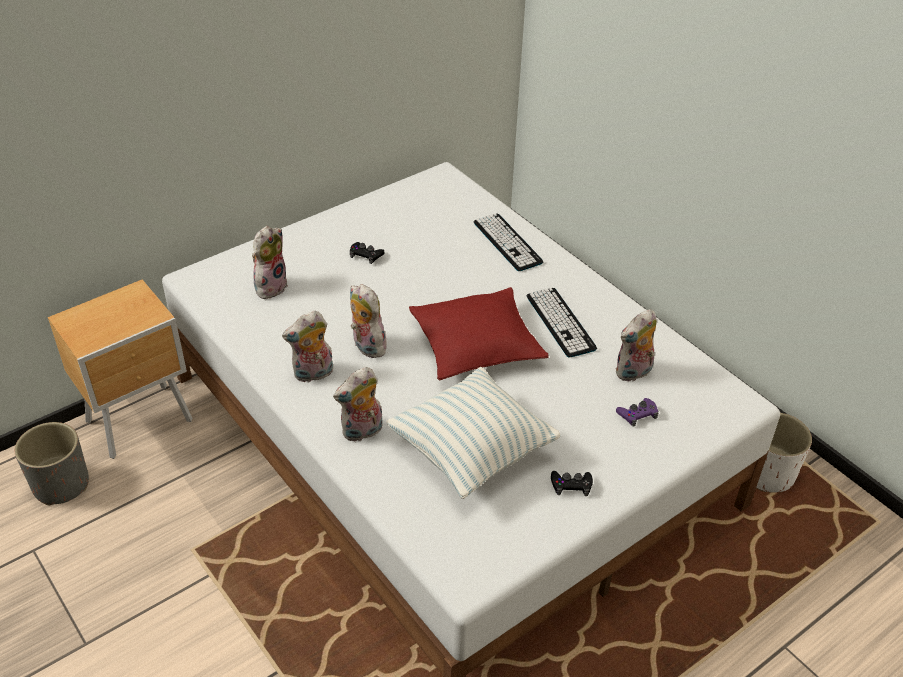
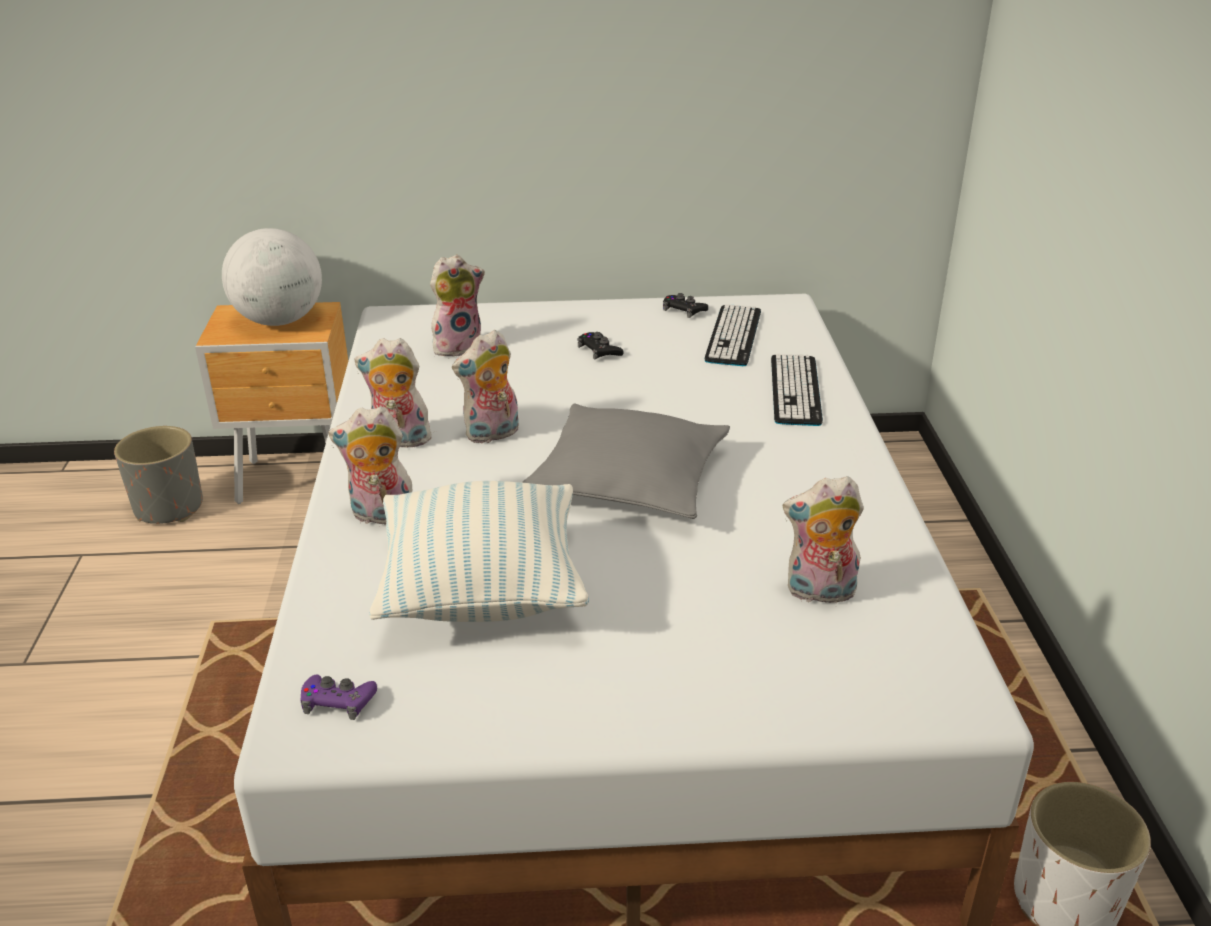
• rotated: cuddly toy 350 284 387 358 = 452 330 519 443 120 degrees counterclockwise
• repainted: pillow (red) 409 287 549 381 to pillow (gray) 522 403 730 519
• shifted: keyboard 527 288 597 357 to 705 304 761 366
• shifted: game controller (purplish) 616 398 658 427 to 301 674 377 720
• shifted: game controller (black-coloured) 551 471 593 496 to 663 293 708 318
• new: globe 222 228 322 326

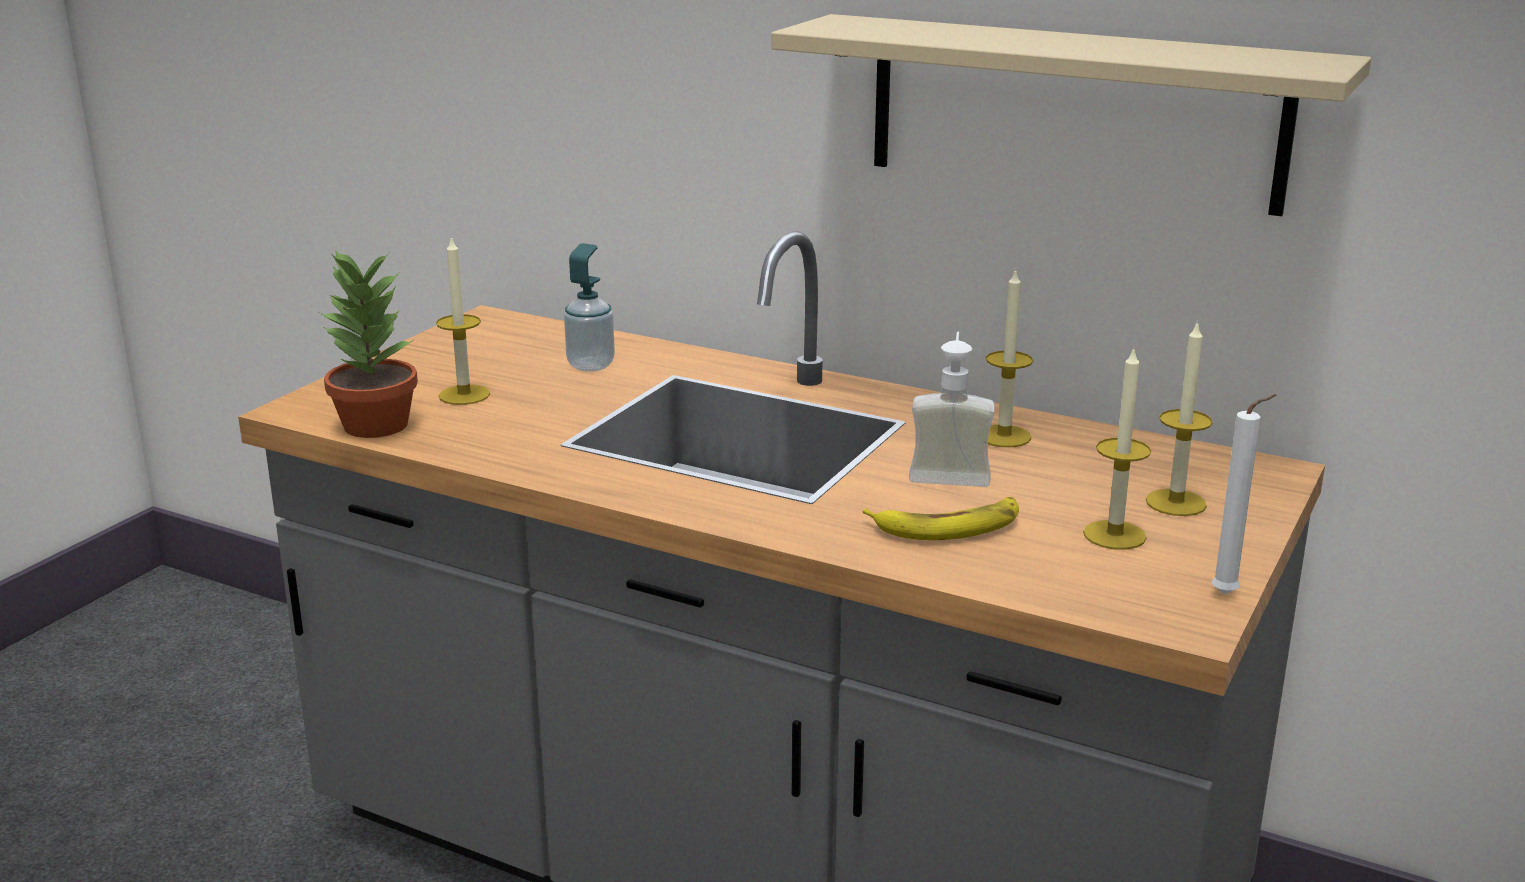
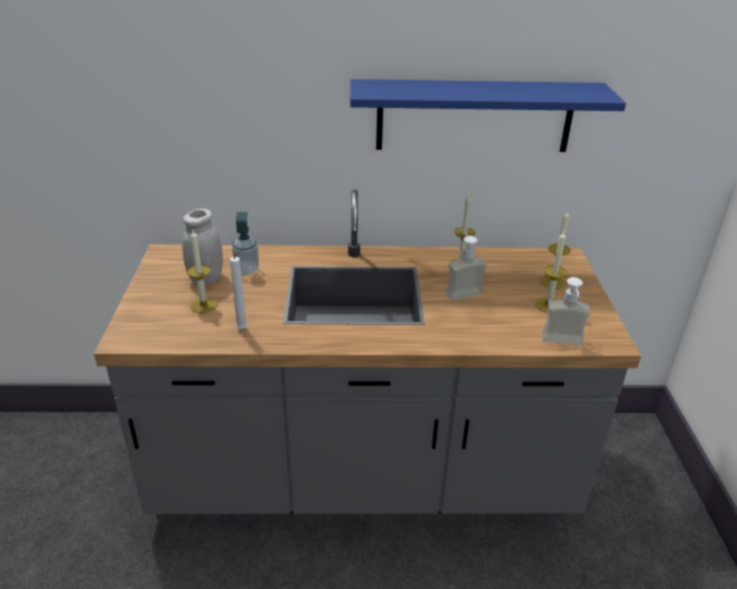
• repainted: wall shelf (beige) 771 14 1371 216 to wall shelf (bluish) 350 79 626 152
• gone: houseplant 319 249 418 438
• shifted: candle (white-coloured) 1212 394 1276 594 to 230 248 247 329
• gone: whole banana 863 497 1019 540
• new: preserve jar (white-coloured) 182 209 223 285
• new: soap bottle 542 277 590 345

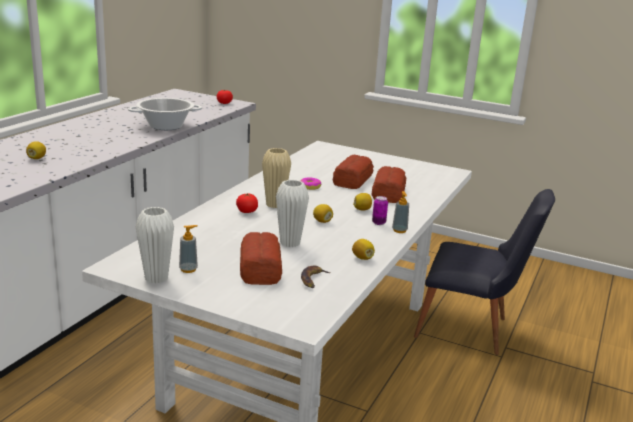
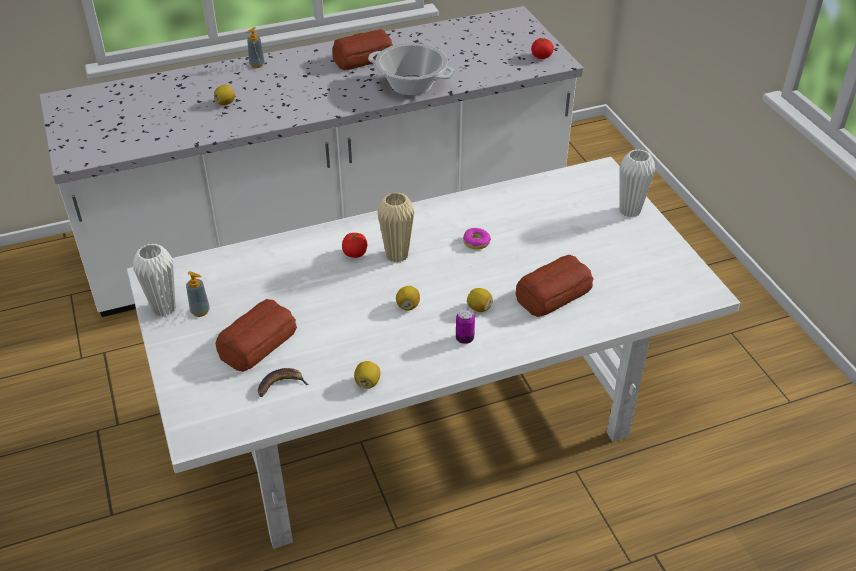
• shifted: baked bread 333 155 374 189 to 333 29 393 70
• shifted: decorative vase (white-coloured) 276 180 309 247 to 619 149 655 218
• gone: upright chair (black-coloured) 414 189 555 355
• shifted: soap bottle 392 191 409 233 to 247 27 265 68

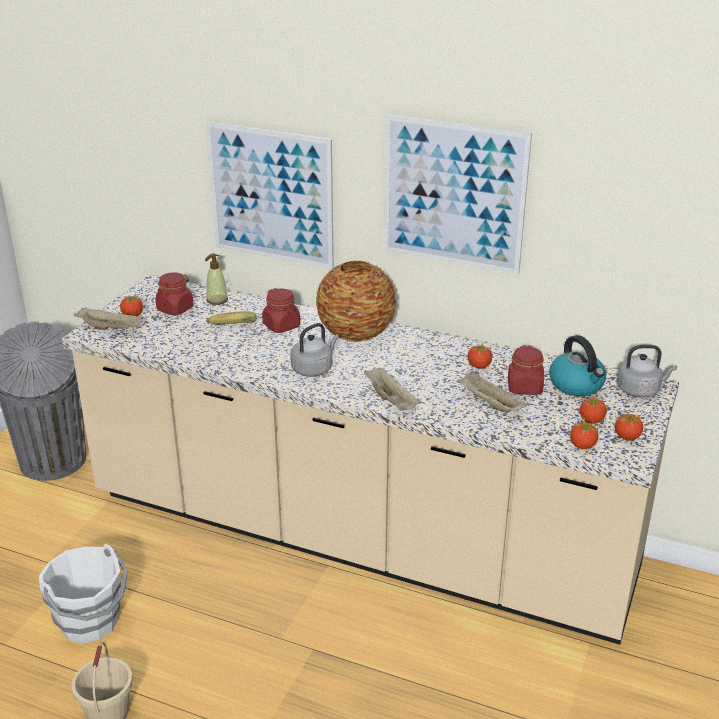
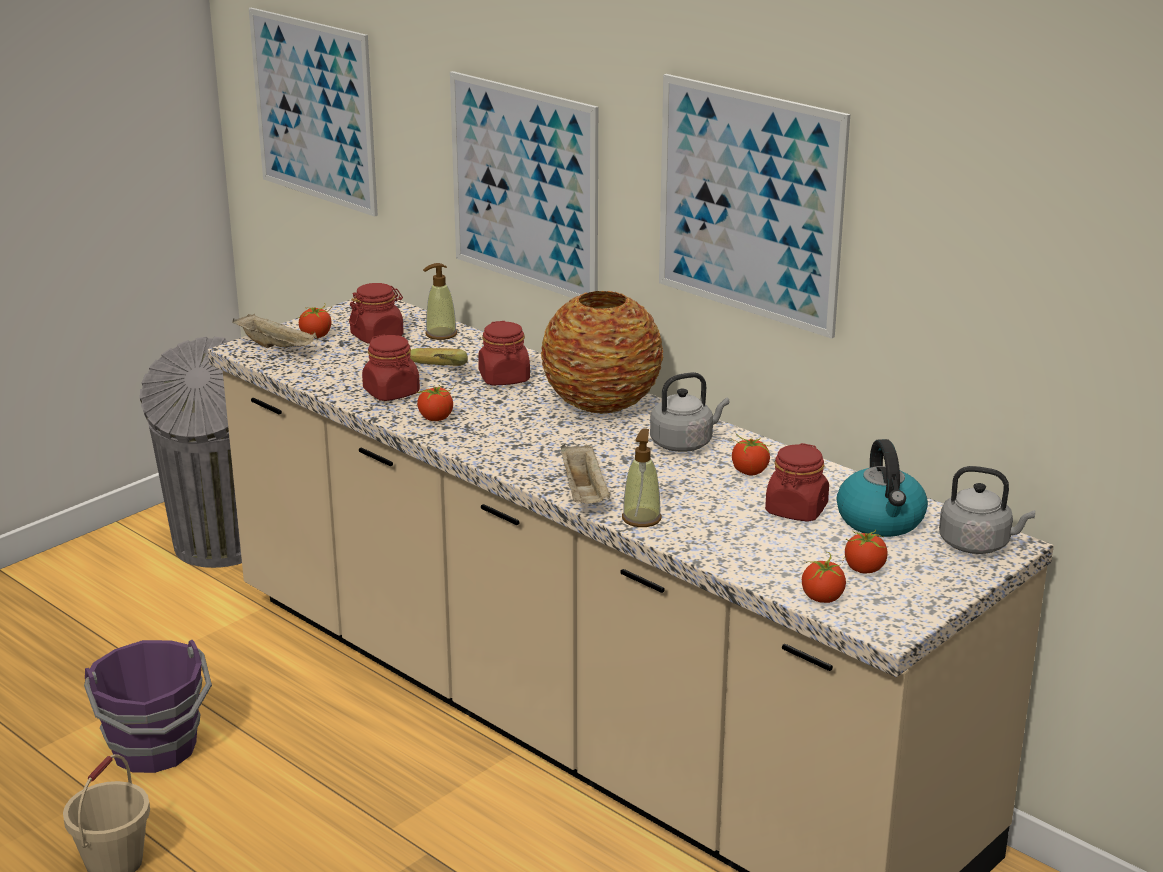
• shifted: water kettle (gray) 290 323 339 377 to 650 372 729 452
• gone: serving tray (beige) 457 371 528 412
• shifted: tomato 615 411 647 441 to 417 385 454 421
• repainted: bucket (white-coloured) 39 544 128 644 to bucket (purplish) 84 640 212 773
• new: wall picture 249 8 378 217
• new: preserve jar (red) 362 334 420 401
• new: soap bottle 622 429 662 527

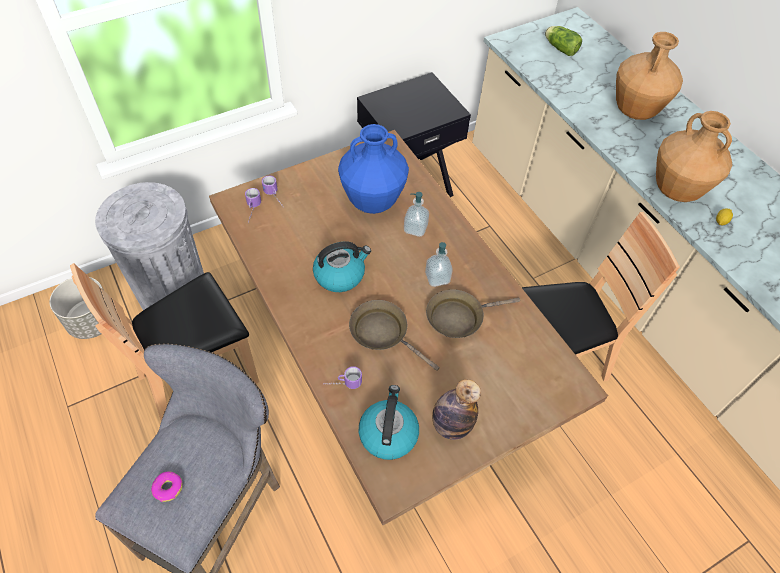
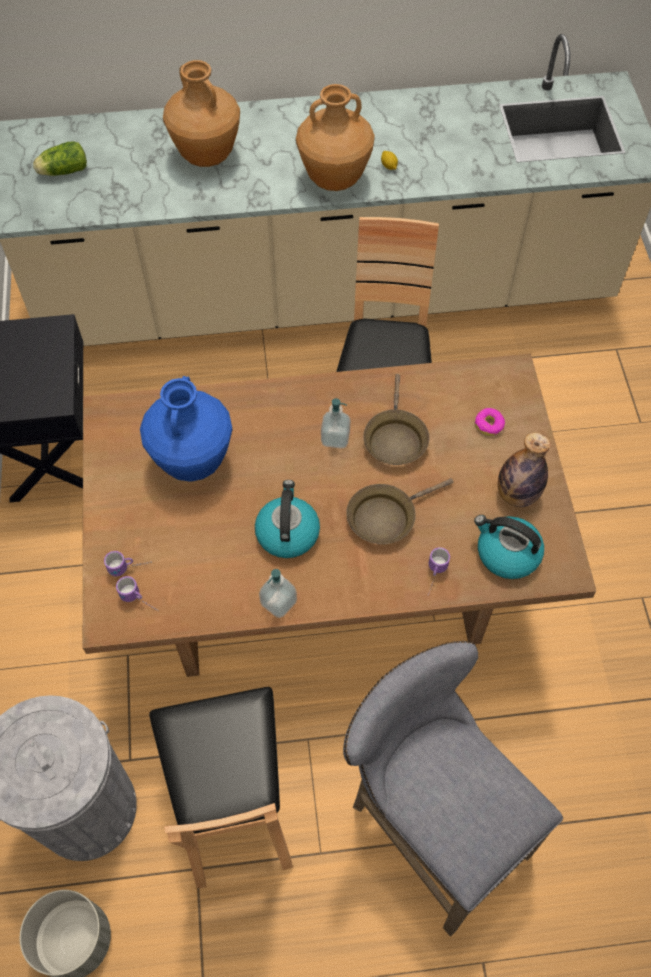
• shifted: soap bottle 404 192 429 237 to 259 569 297 618
• shifted: donut 151 472 182 502 to 475 408 505 436

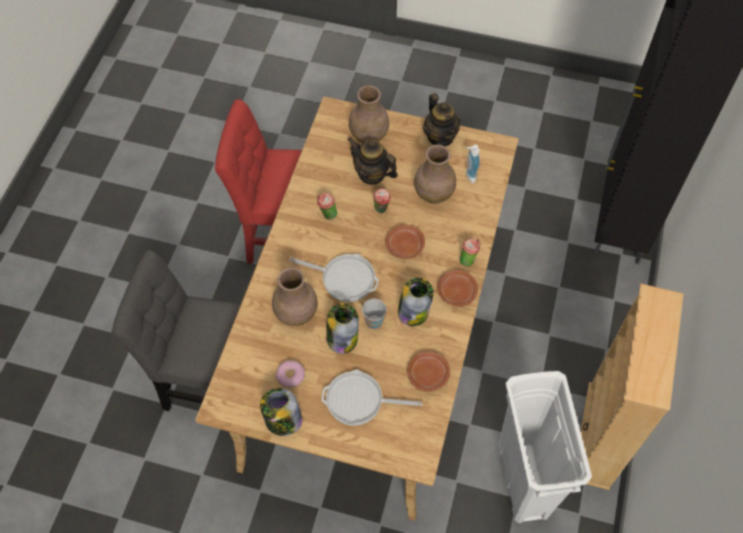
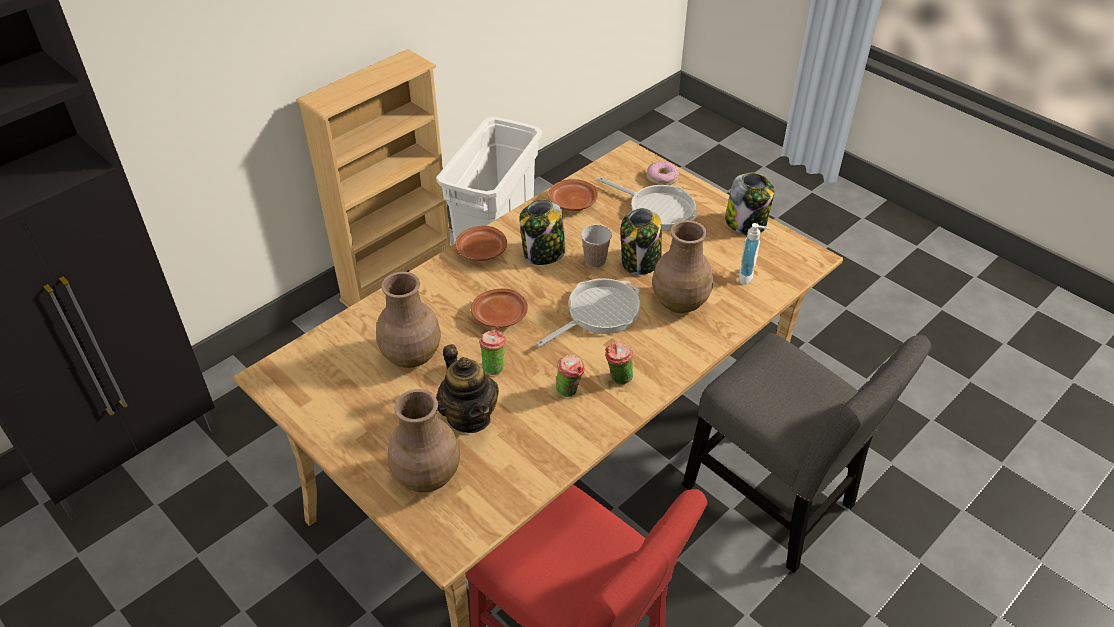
• gone: pot for tea 423 93 461 147
• shifted: soap bottle 466 145 480 183 to 739 223 770 285
• shifted: small cup 460 239 481 267 to 605 342 633 384
• rotated: skillet 289 254 379 302 = 536 278 640 347 90 degrees clockwise
• shifted: donut 276 360 305 388 to 647 161 679 185

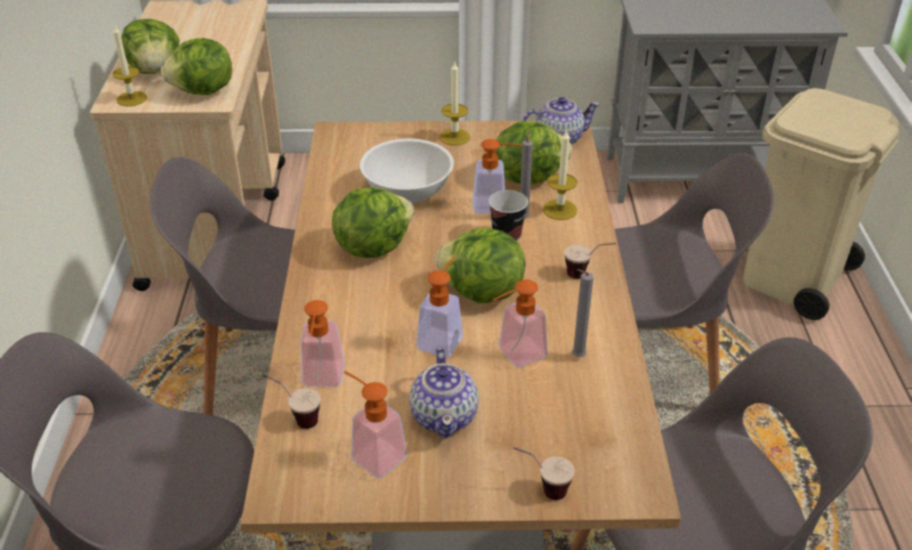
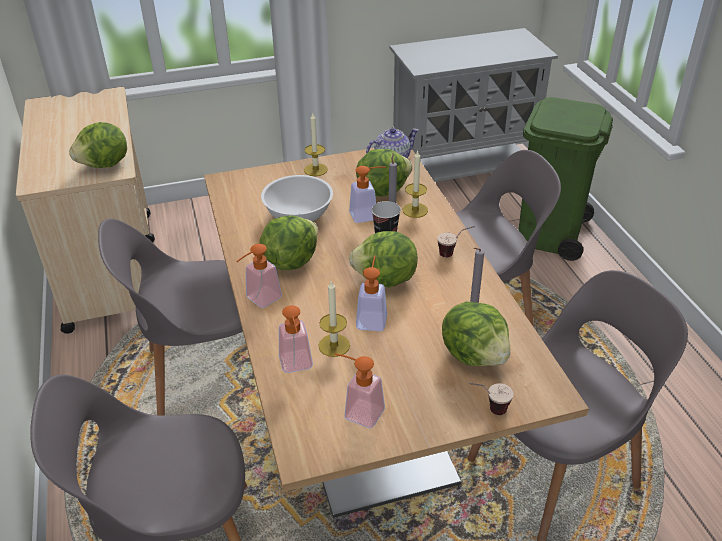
• shifted: head of lettuce 121 19 180 74 to 442 302 510 366
• shifted: candle 113 25 147 106 to 318 280 350 357
• repainted: waste bin (beige) 743 88 900 320 to waste bin (green) 519 97 613 261
• shifted: soap bottle 493 279 548 368 to 236 244 282 308
• gone: pot for tea 409 348 479 438
• gone: small cup 263 374 321 429

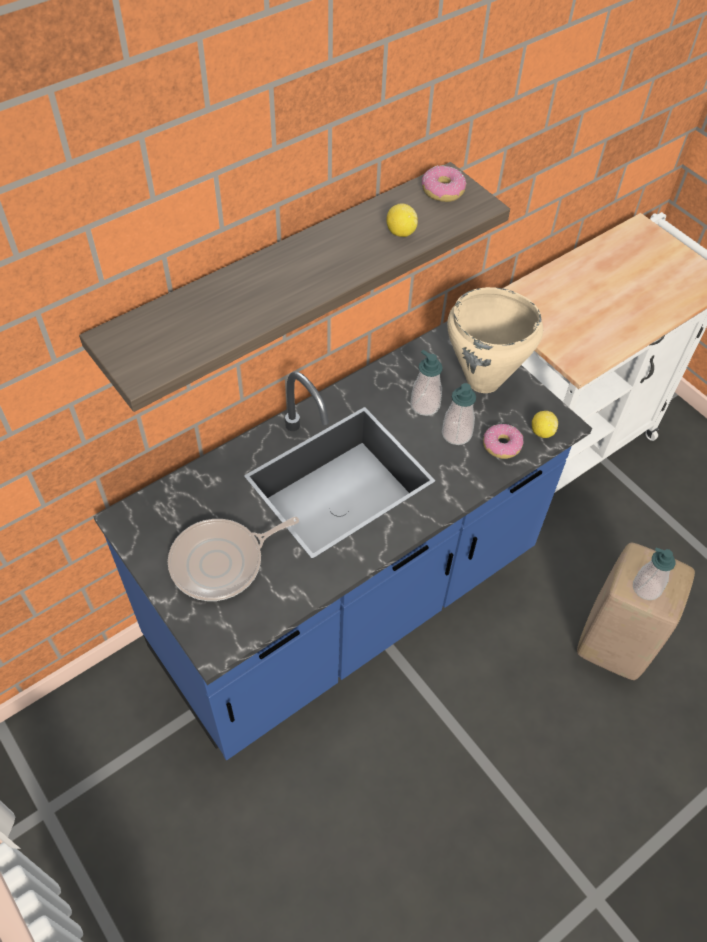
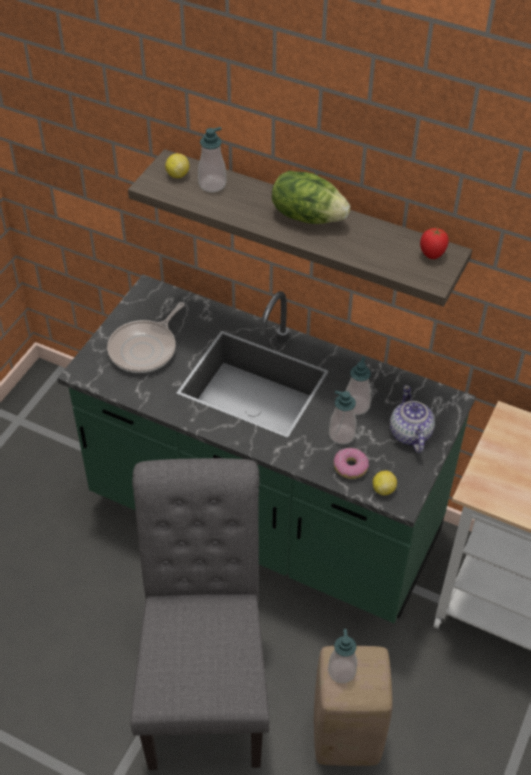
• swapped: donut 422 165 467 202 to tomato 420 228 449 259
• shifted: whole lemon 386 203 418 237 to 165 153 189 178
• swapped: cooking pot (beige) 447 287 543 393 to pot for tea 390 385 435 453
• repainted: counter (bluish) 94 323 592 760 to counter (green) 57 275 476 623
• rotated: skillet 168 517 299 601 = 107 302 185 373 90 degrees counterclockwise
• new: soap bottle 198 127 226 192
• new: head of lettuce 272 171 350 224
• new: upright chair (gray) 130 458 269 770

